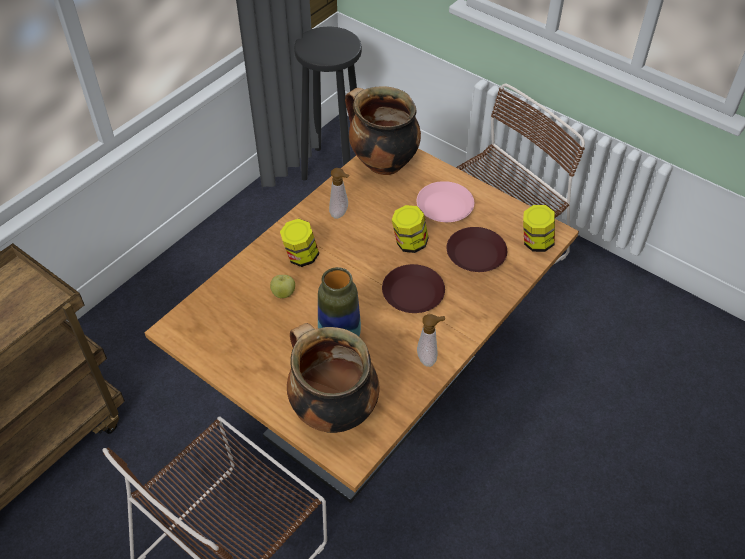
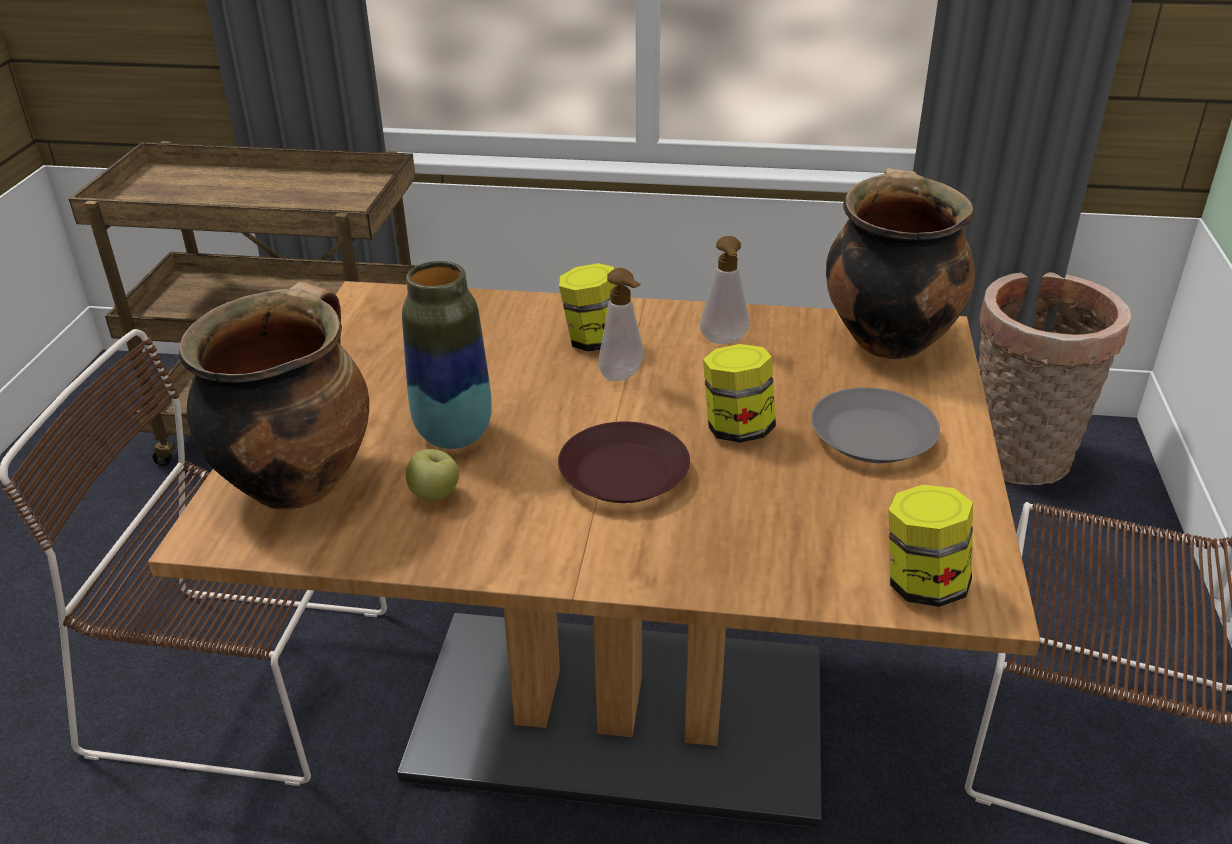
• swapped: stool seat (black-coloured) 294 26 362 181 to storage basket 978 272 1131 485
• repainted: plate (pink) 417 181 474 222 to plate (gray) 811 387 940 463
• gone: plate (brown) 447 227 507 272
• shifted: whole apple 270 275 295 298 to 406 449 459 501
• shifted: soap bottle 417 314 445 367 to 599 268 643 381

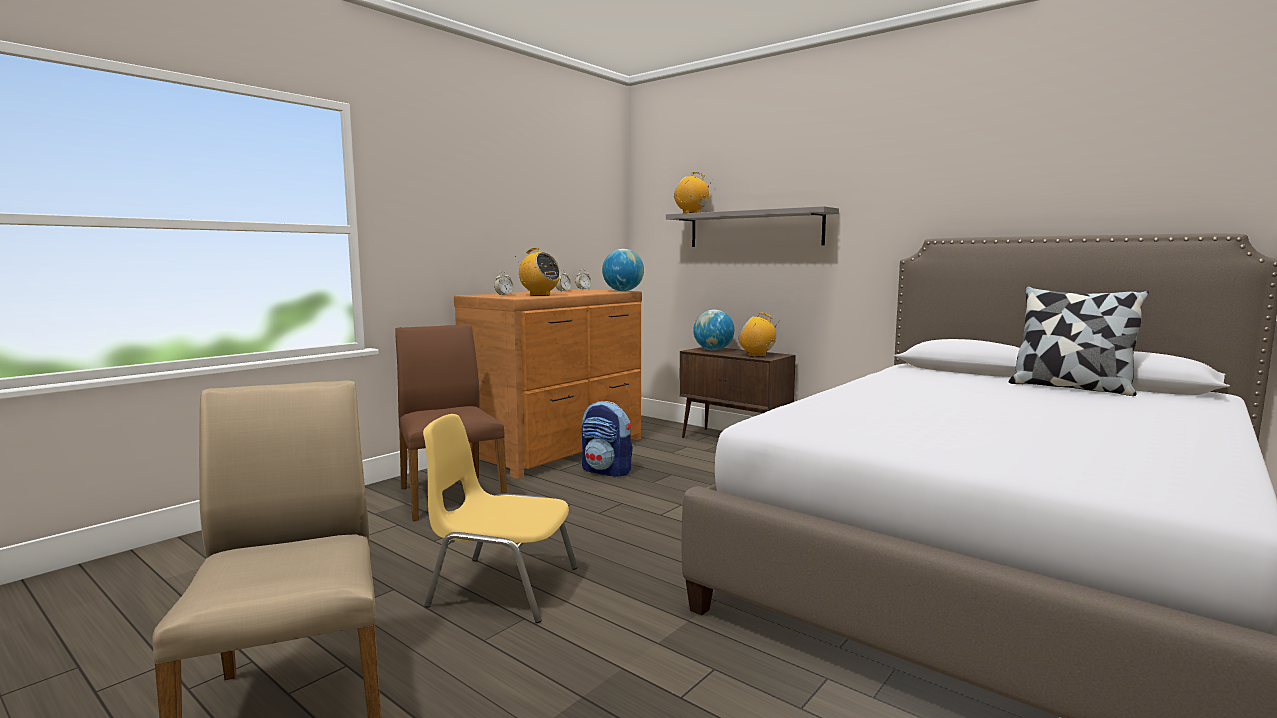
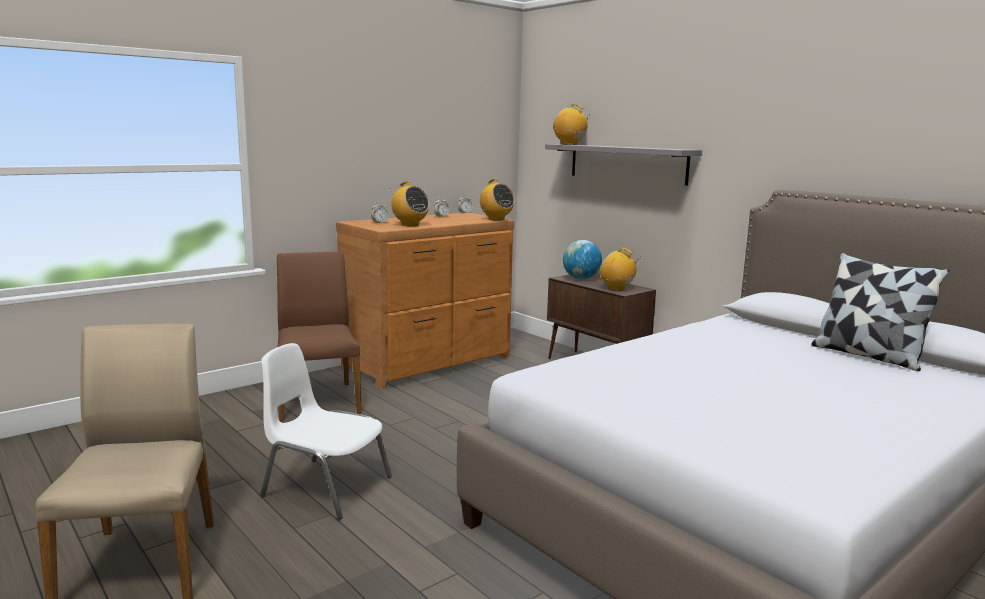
• swapped: globe 602 249 644 291 to radio set 478 179 515 221
• gone: knapsack 582 401 633 477
• repainted: upright chair (yellowish) 423 414 578 623 to upright chair (white-coloured) 260 343 392 520

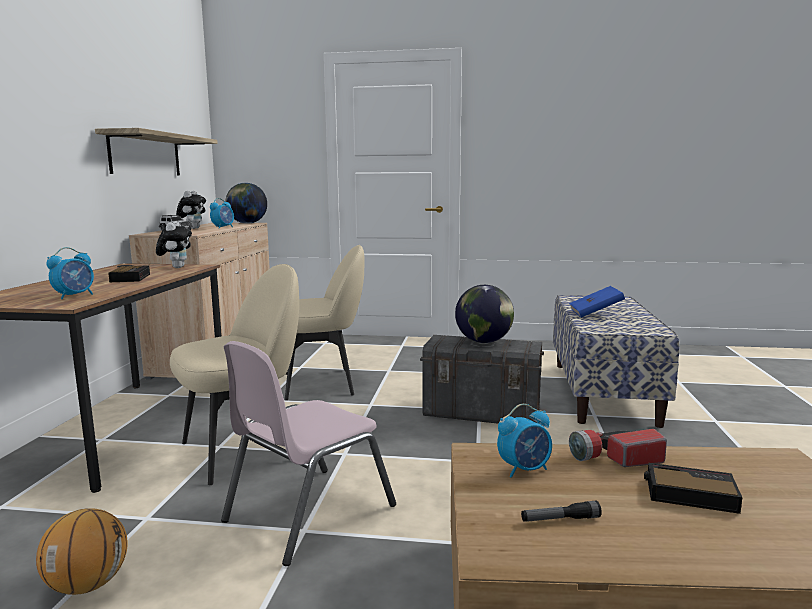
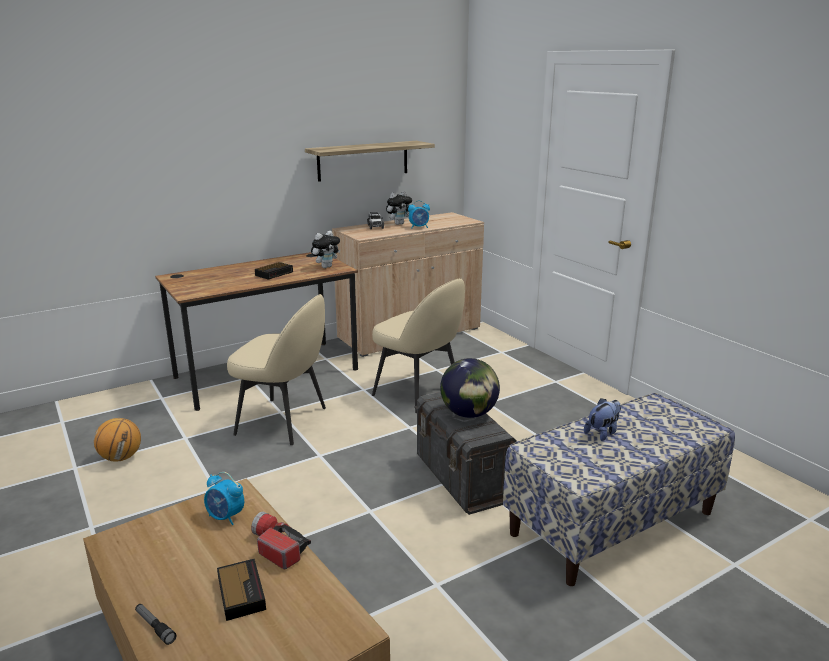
• gone: globe 225 183 267 224
• gone: bedside clock 46 247 94 299
• swapped: bound book (bluish) 569 286 625 318 to cuddly toy 584 398 621 441
• gone: upright chair (pink) 221 341 396 566
• shifted: flashlight 521 501 602 522 to 135 604 177 645

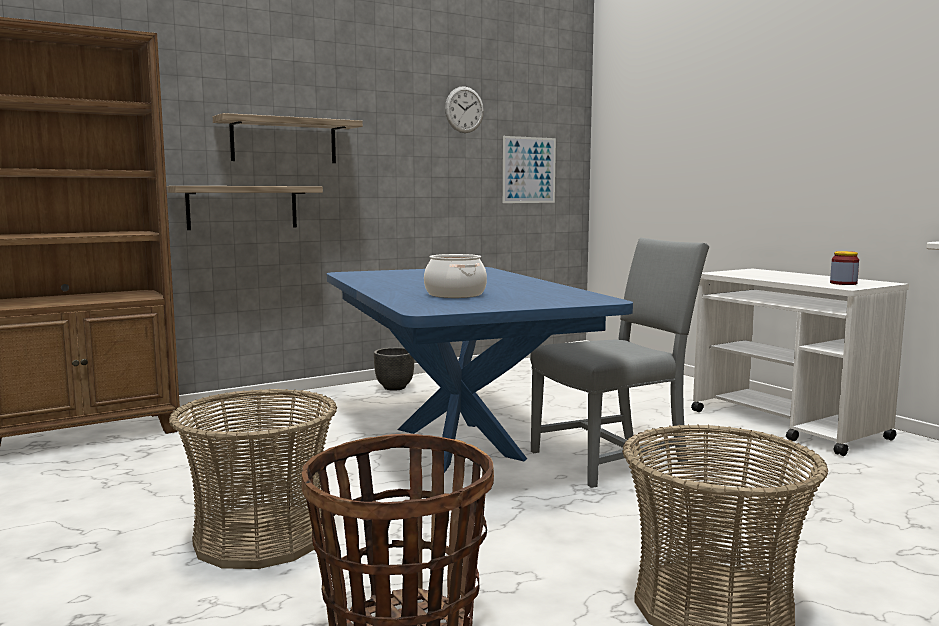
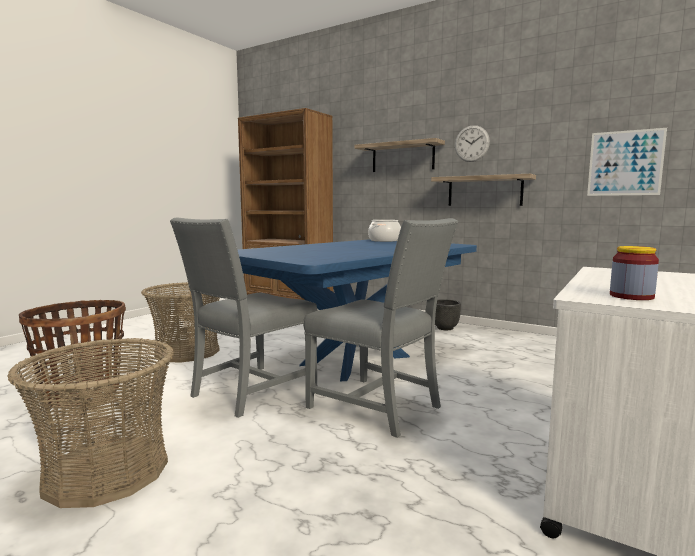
• shifted: wall clock 445 86 484 133 to 455 125 490 162
• shifted: wall shelf 167 186 323 230 to 431 174 536 206
• shifted: cooking pot 424 254 487 298 to 368 220 401 242
• new: upright chair (gray) 170 218 317 418

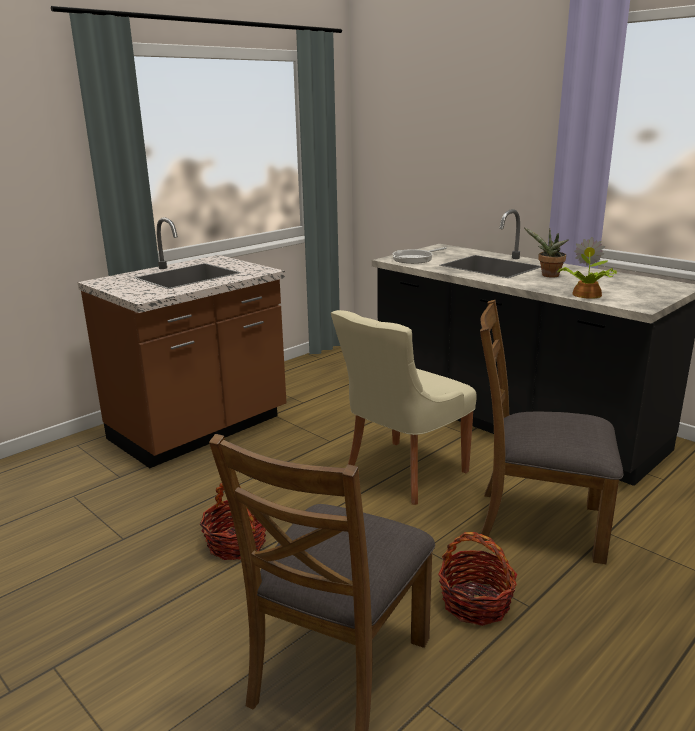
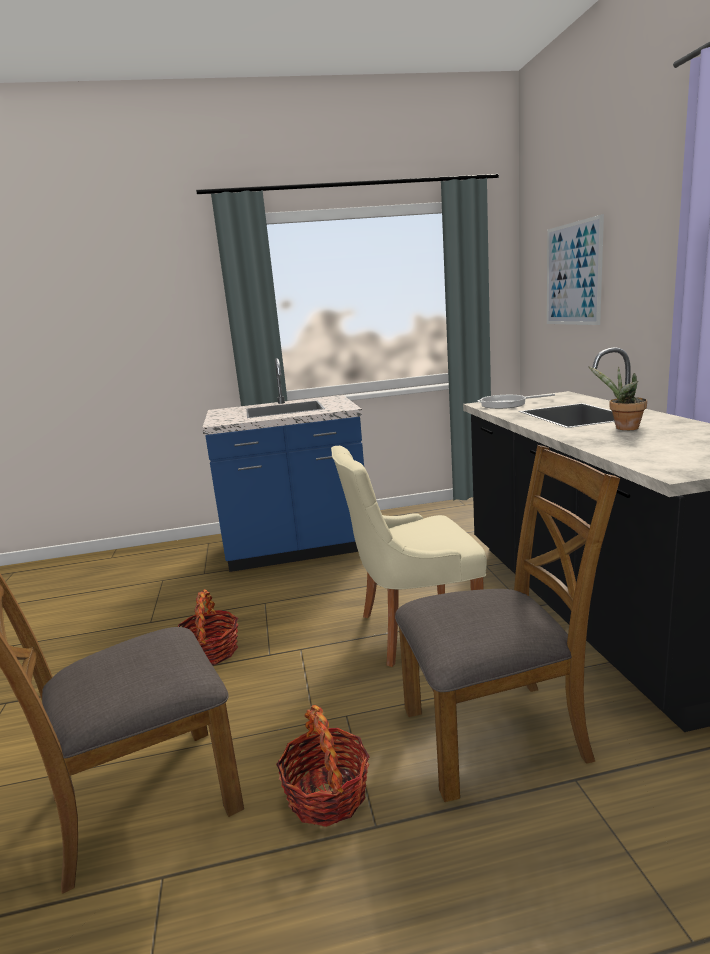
• repainted: counter (brown) 78 217 286 468 to counter (bluish) 202 358 364 572
• gone: houseplant 558 237 617 299
• rotated: upright chair (brown) 477 300 623 564 = 395 445 620 802 120 degrees clockwise
• new: wall picture 547 214 604 325

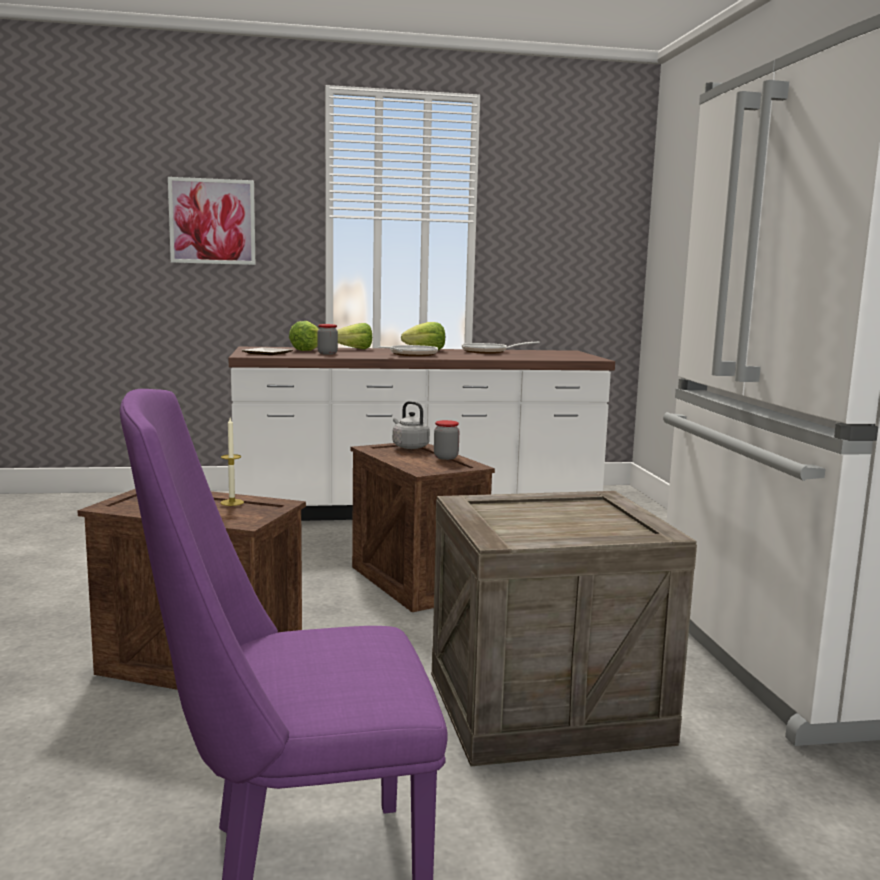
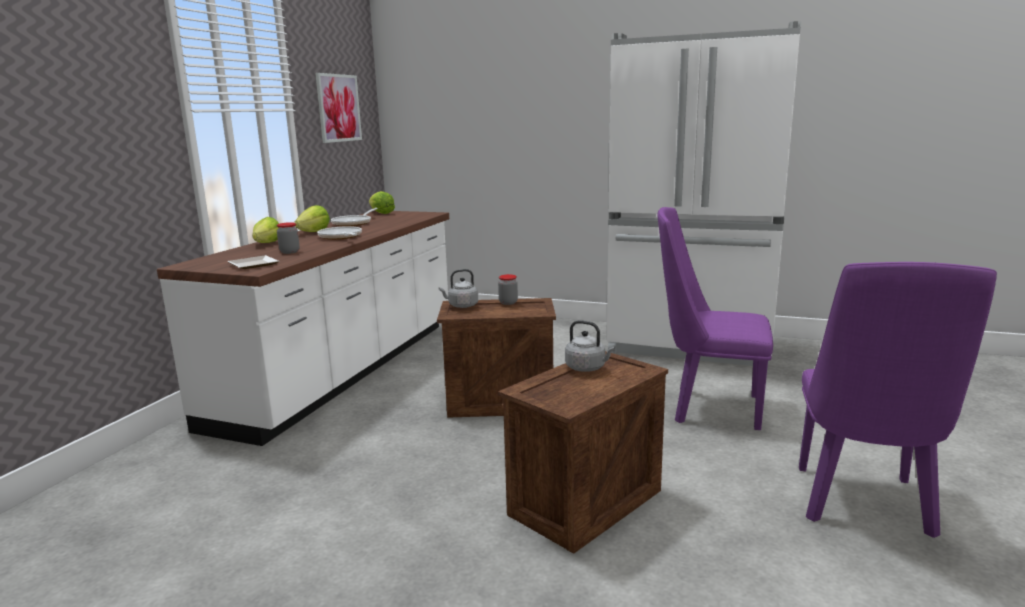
• shifted: wall picture 168 177 255 265 to 315 73 362 143
• shifted: head of lettuce 289 321 319 351 to 369 191 395 214
• swapped: candle 220 418 244 506 to water kettle (gray) 565 320 615 372
• swapped: shipping crate 431 491 697 766 to upright chair (purplish) 657 207 773 430

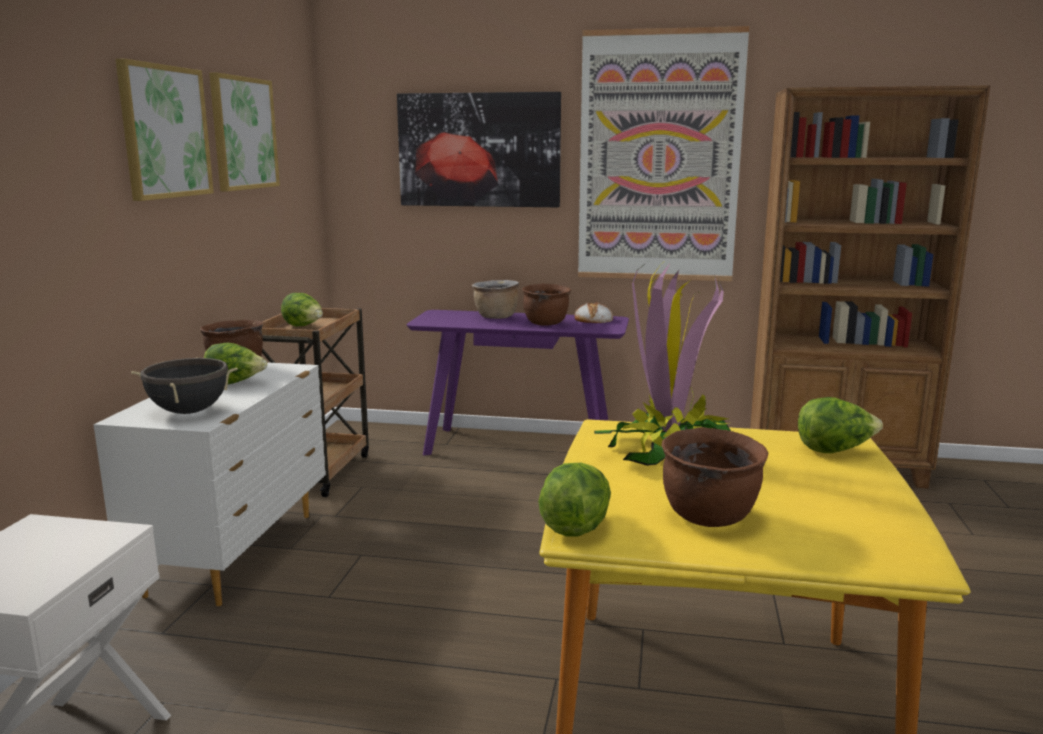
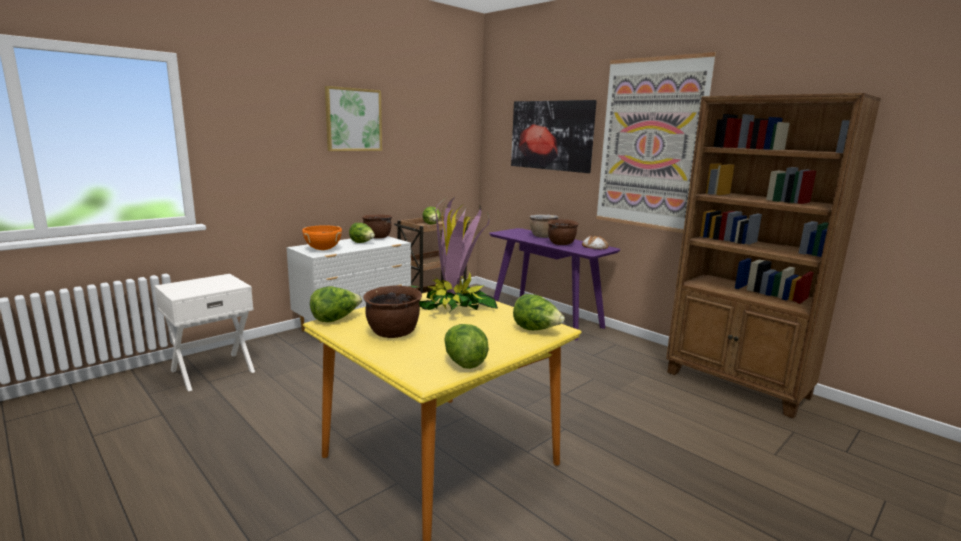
• gone: wall picture 209 72 280 191
• repainted: cooking pot (black-coloured) 131 357 237 414 to cooking pot (orangey) 302 225 342 250
• new: head of lettuce 444 324 489 369

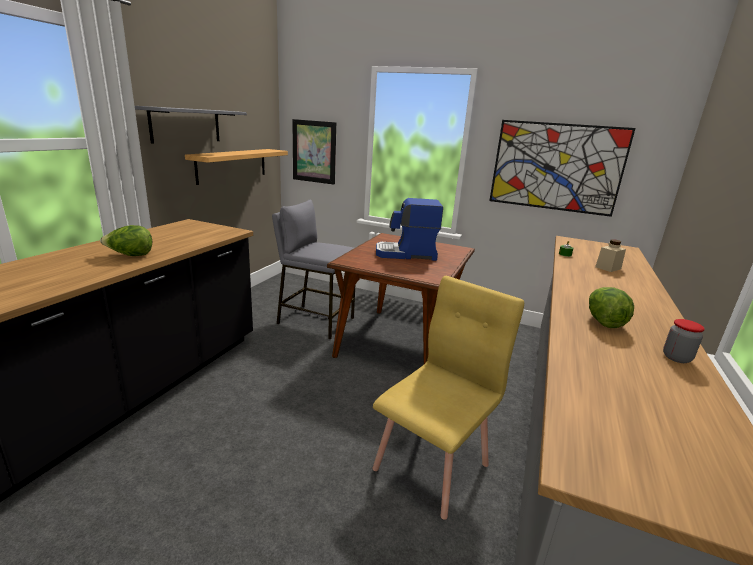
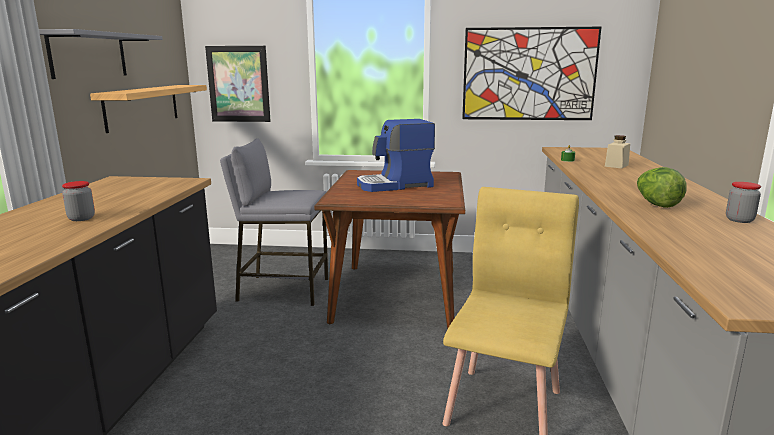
• swapped: head of lettuce 100 225 152 256 to preserve jar 62 181 95 221

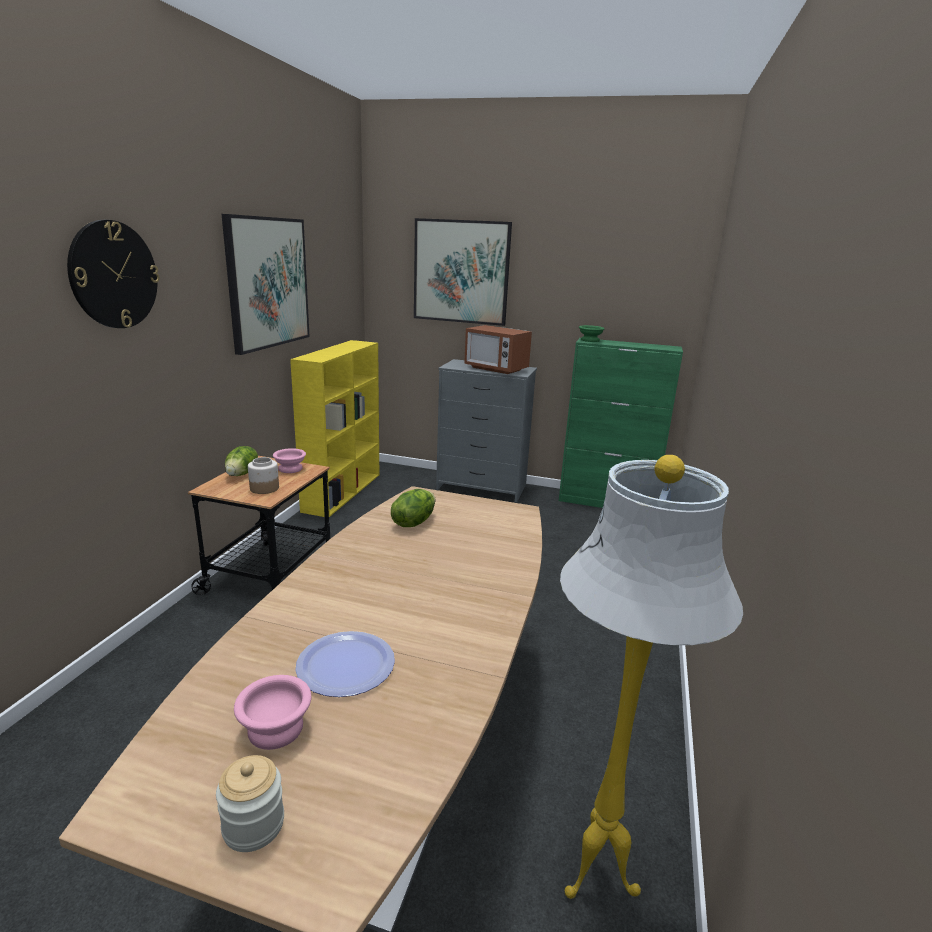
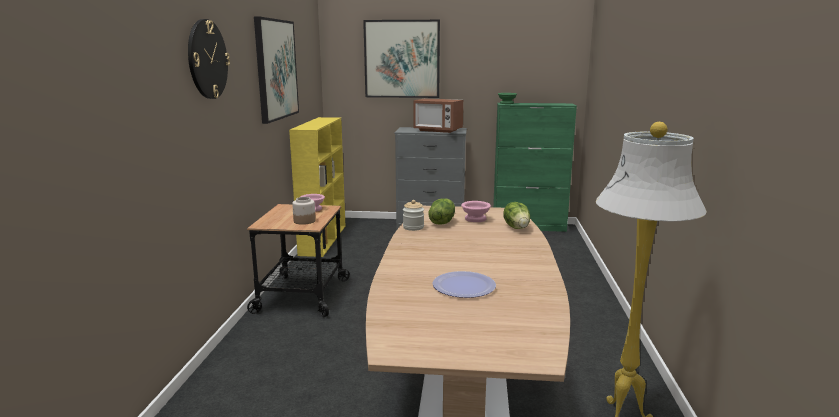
• shifted: head of lettuce 225 446 258 476 to 503 202 530 229
• shifted: deep dish (pink) 234 675 311 750 to 461 201 491 222
• shifted: preserve jar 216 755 284 852 to 403 200 424 231

